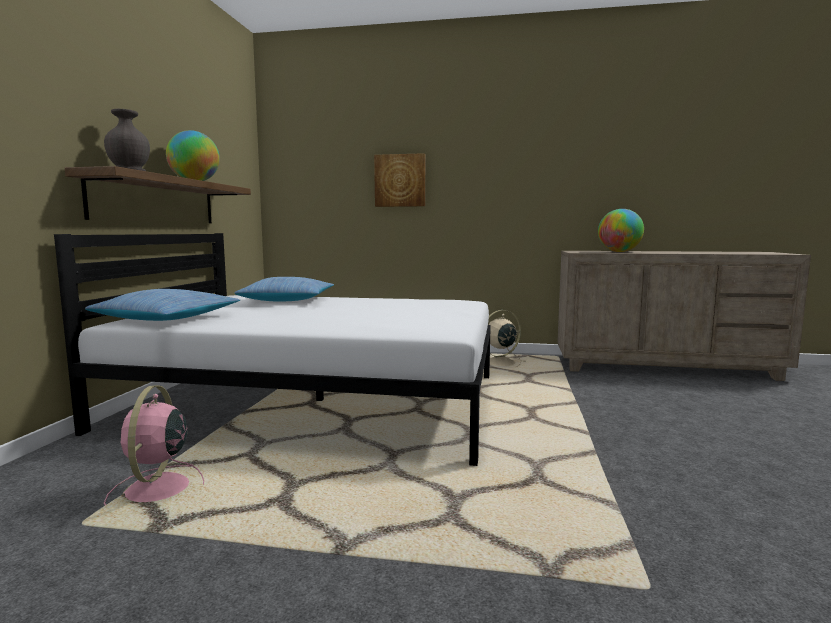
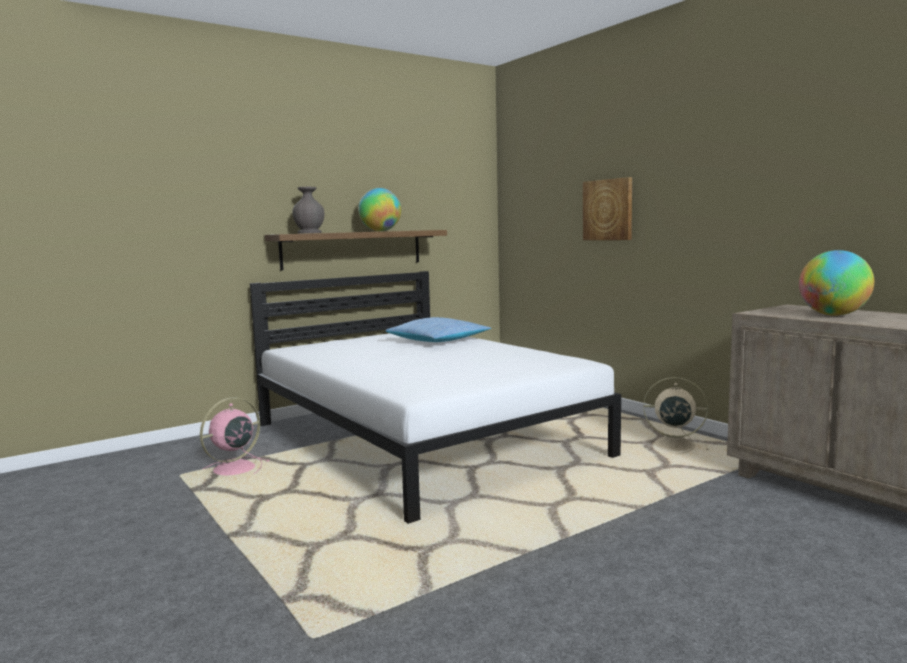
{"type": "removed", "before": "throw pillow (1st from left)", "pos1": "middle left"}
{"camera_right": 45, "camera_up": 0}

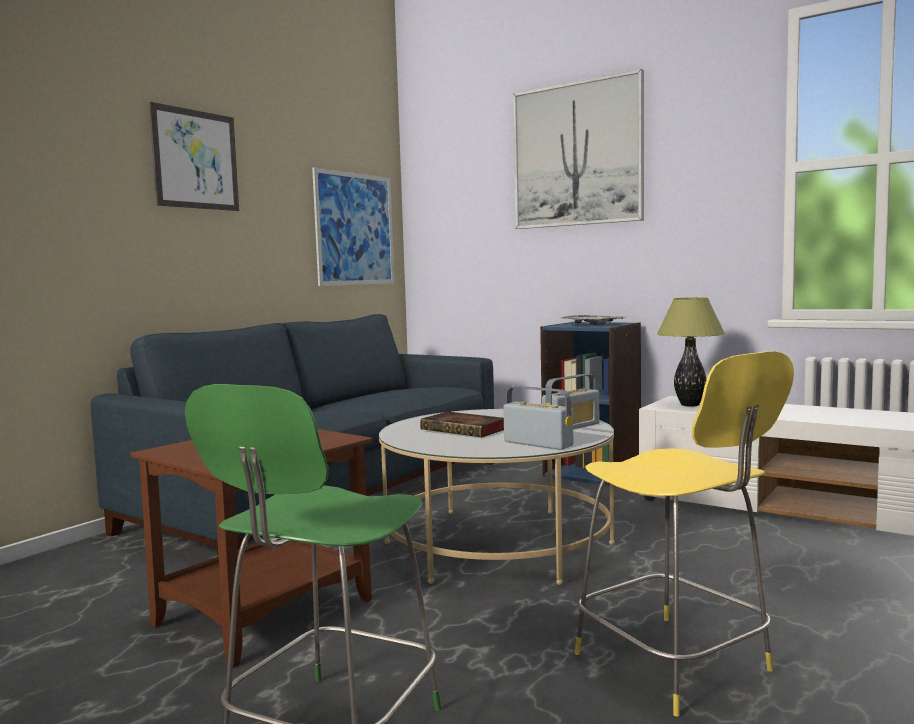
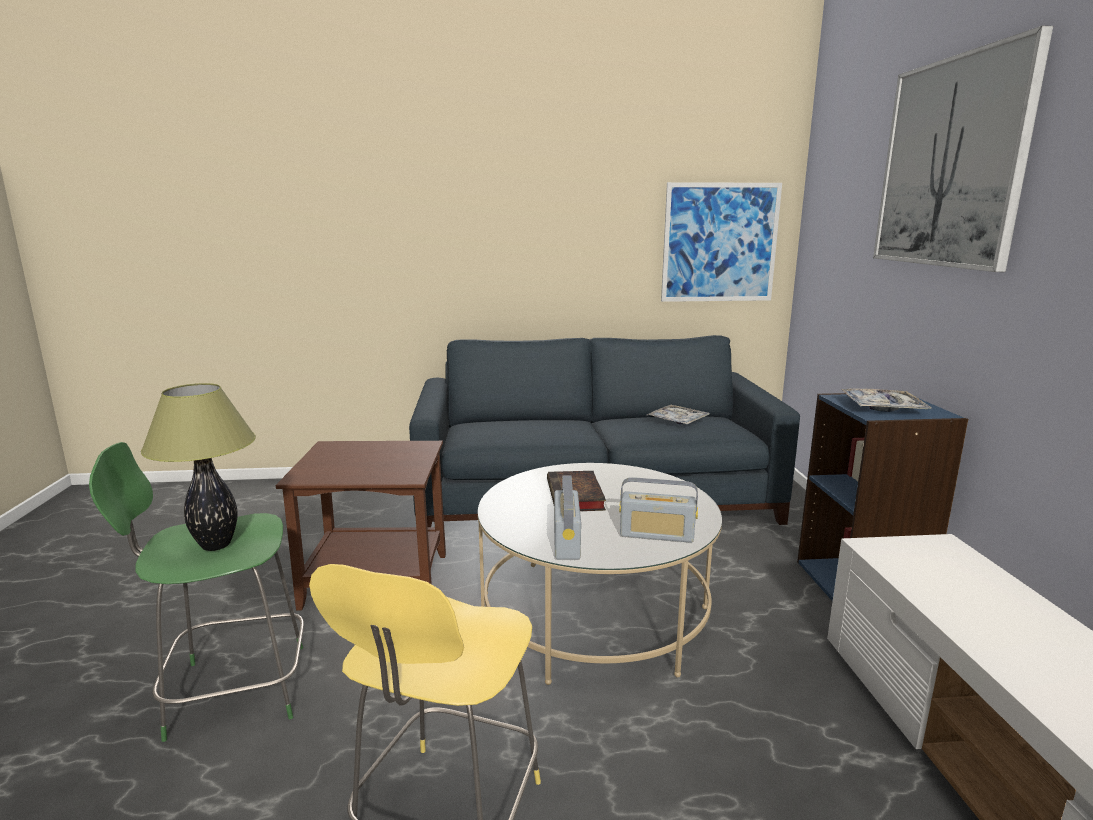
{"type": "removed", "before": "picture (1st from left)", "pos1": "top left"}
{"type": "moved", "before": "table lamp", "pos1": "middle right", "pos2": "middle left"}
{"type": "added", "after": "tray (1st from left)", "pos2": "centre"}
{"camera_right": 50, "camera_up": 10}

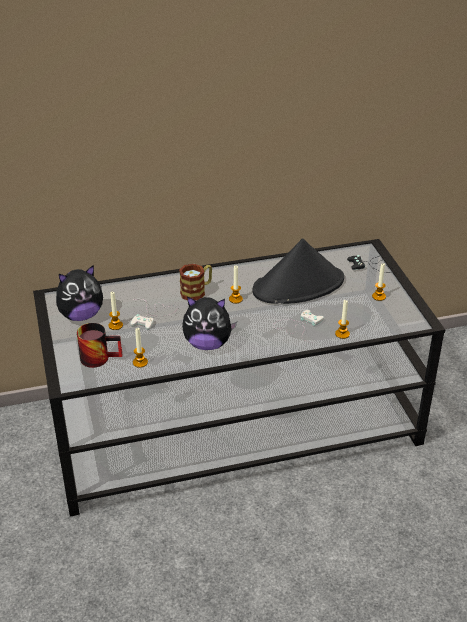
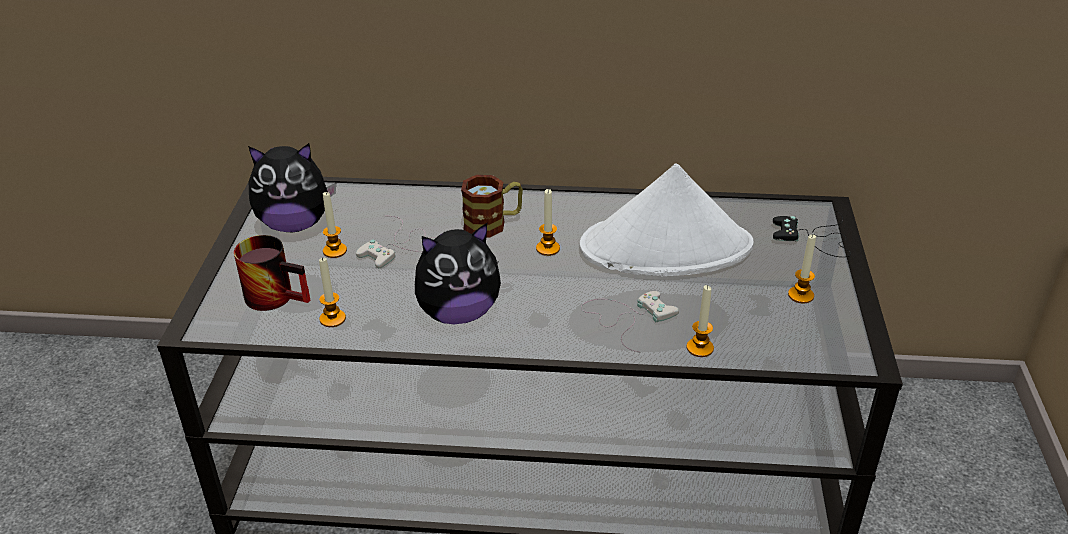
{"type": "turned", "before": "soft toy (2nd from left)", "pos1": "centre", "pos2": "centre", "turn": -45}
{"type": "recoloured", "before": "blackish clothing hat", "after": "whitish clothing hat", "pos1": "centre", "pos2": "centre"}
{"camera_right": 20, "camera_up": 0}

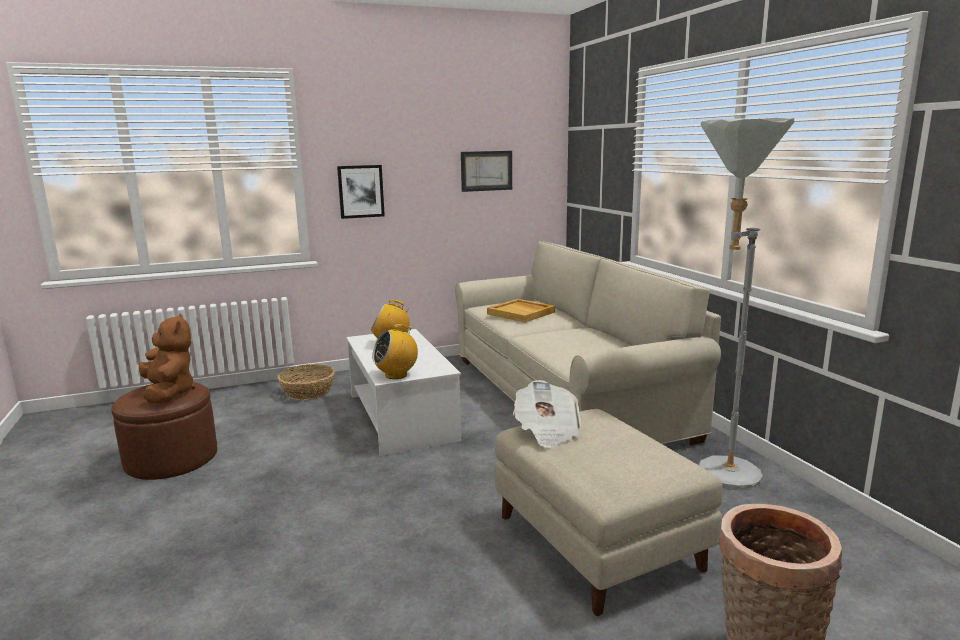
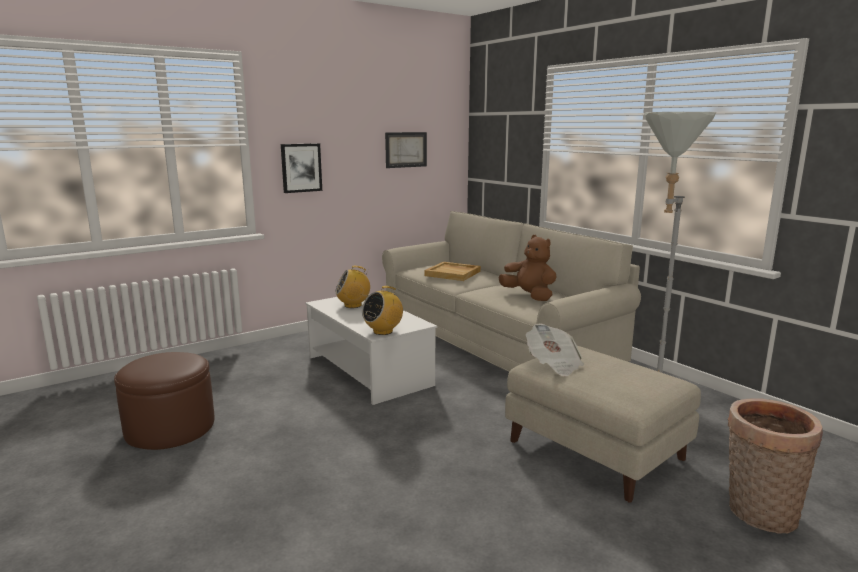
{"type": "moved", "before": "brownish soft toy", "pos1": "middle left", "pos2": "centre"}
{"type": "removed", "before": "household basket (1st from left)", "pos1": "middle left"}
{"camera_right": -15, "camera_up": 0}

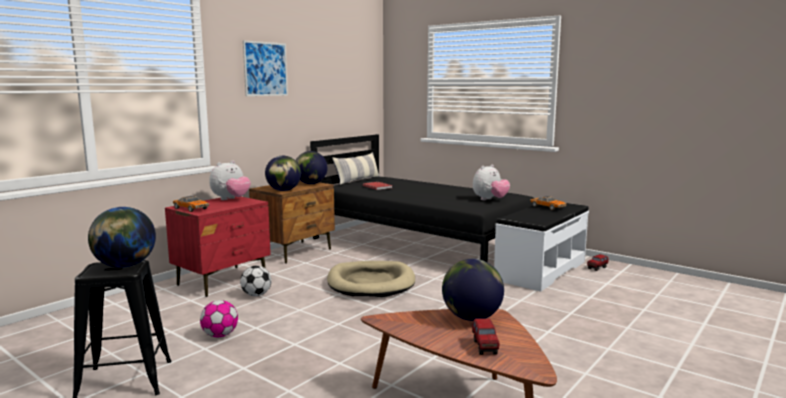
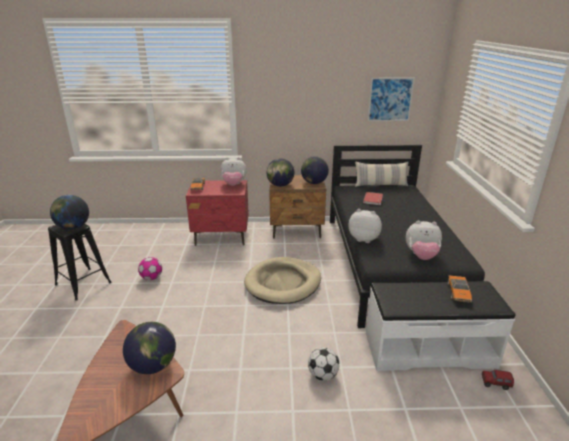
{"type": "moved", "before": "ball for football (2nd from left)", "pos1": "bottom left", "pos2": "bottom centre"}
{"type": "moved", "before": "picture", "pos1": "top centre", "pos2": "top right"}
{"type": "removed", "before": "model truck (1st from left)", "pos1": "bottom centre"}
{"type": "added", "after": "soft toy (2nd from left)", "pos2": "centre"}
{"camera_right": 50, "camera_up": 15}

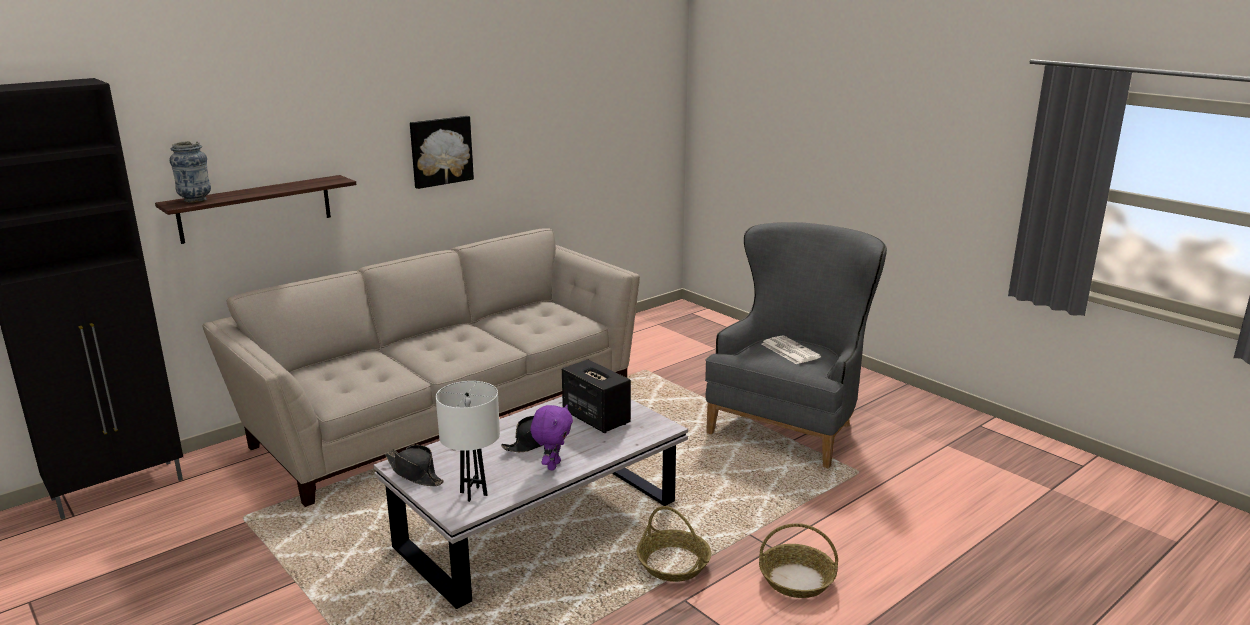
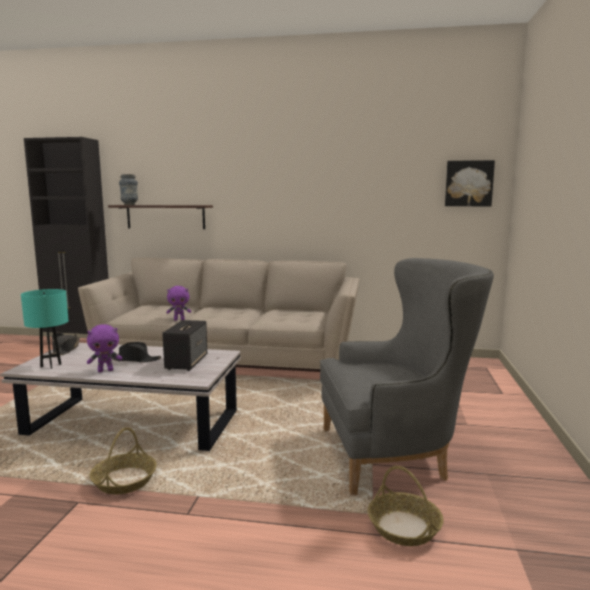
{"type": "moved", "before": "picture", "pos1": "top centre", "pos2": "top right"}
{"type": "recoloured", "before": "whitish table lamp", "after": "blue-green table lamp", "pos1": "bottom centre", "pos2": "middle left"}
{"type": "moved", "before": "household basket (2nd from left)", "pos1": "bottom centre", "pos2": "bottom right"}
{"type": "removed", "before": "daily paper", "pos1": "centre"}
{"type": "added", "after": "purplish soft toy (2nd from left)", "pos2": "middle left"}
{"camera_right": 50, "camera_up": -10}

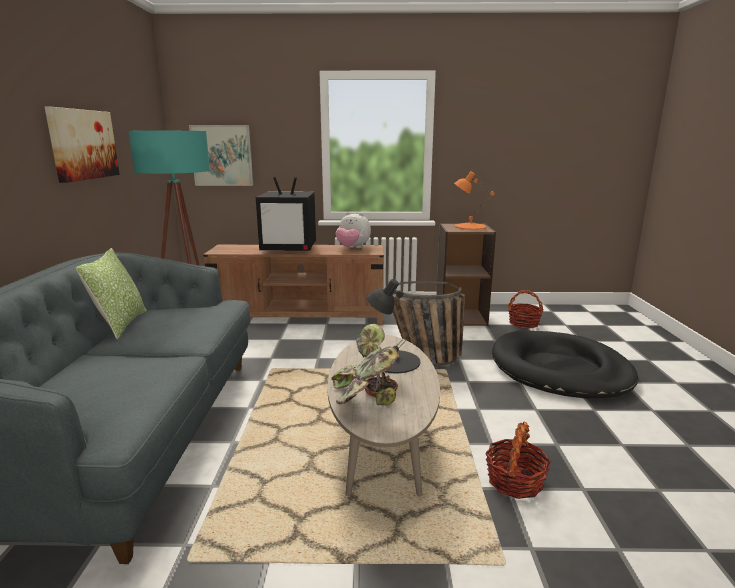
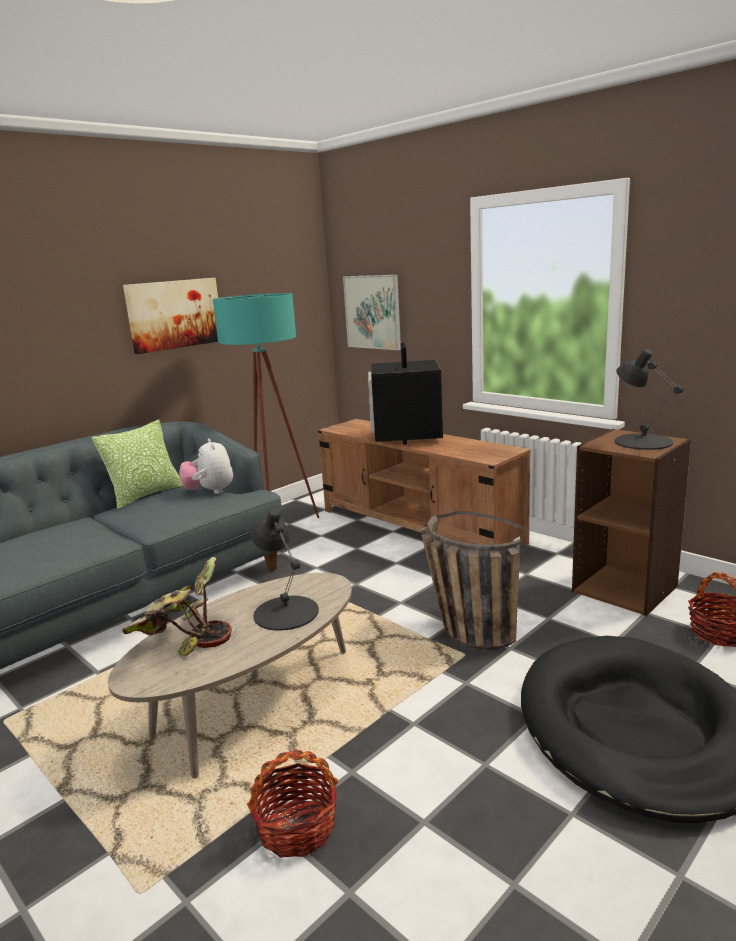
{"type": "turned", "before": "TV set", "pos1": "centre", "pos2": "centre", "turn": 45}
{"type": "moved", "before": "soft toy", "pos1": "centre", "pos2": "middle left"}
{"type": "recoloured", "before": "orange table lamp", "after": "blackish table lamp (2nd from left)", "pos1": "centre", "pos2": "middle right"}
{"camera_right": 45, "camera_up": 0}

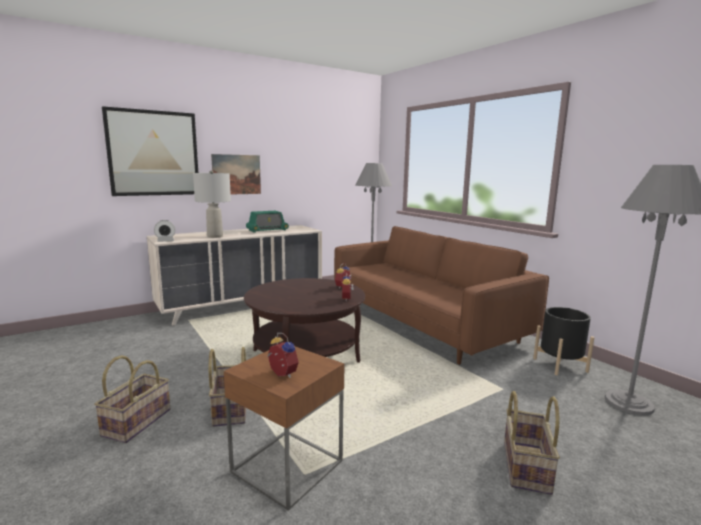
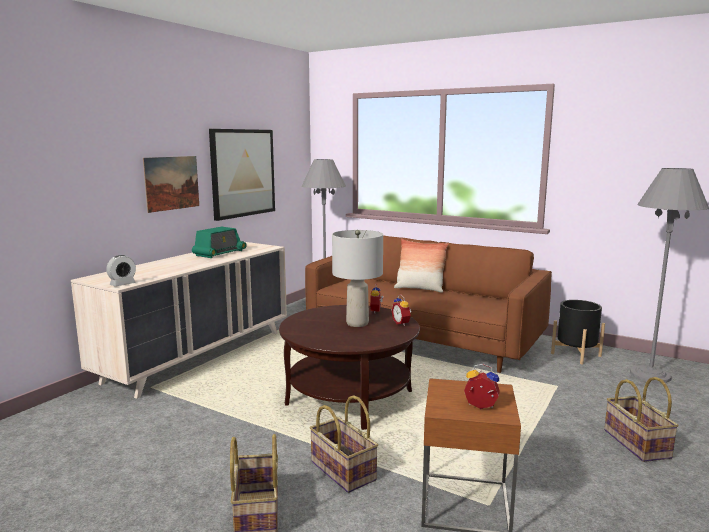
{"type": "moved", "before": "picture (1st from left in the first image)", "after": "picture (2nd from left)", "pos1": "top left", "pos2": "top centre"}
{"type": "moved", "before": "gray table lamp", "pos1": "middle left", "pos2": "centre"}
{"type": "added", "after": "throw pillow", "pos2": "centre"}
{"camera_right": -25, "camera_up": 0}

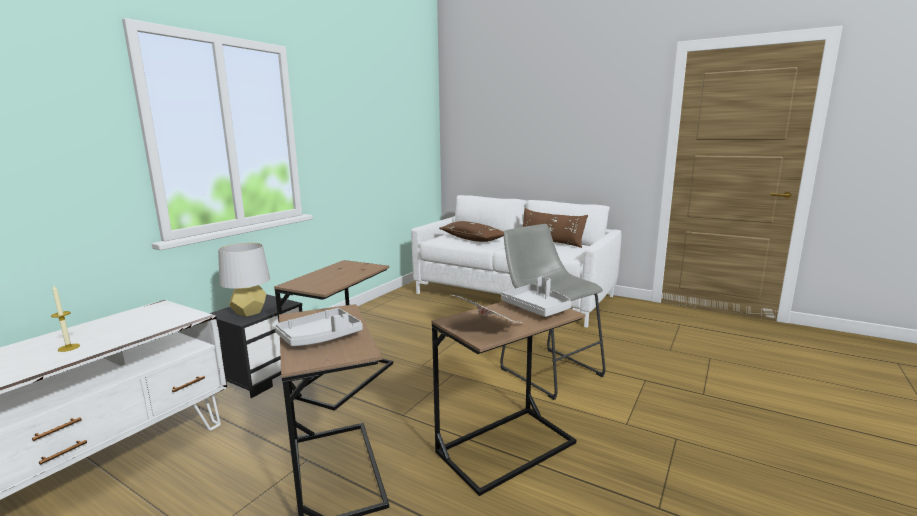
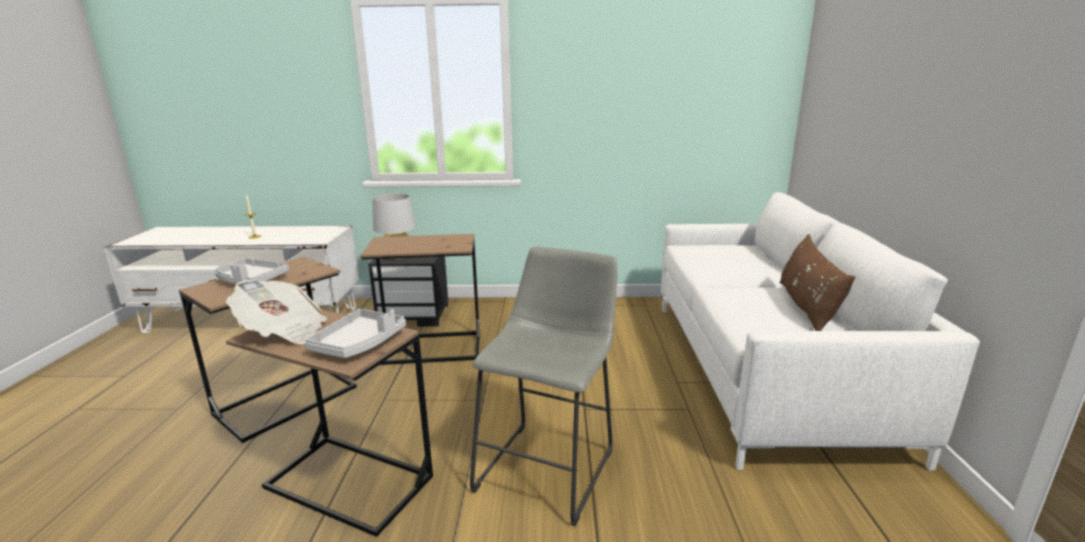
{"type": "removed", "before": "brownish throw pillow (1st from left)", "pos1": "centre"}
{"camera_right": 60, "camera_up": 5}

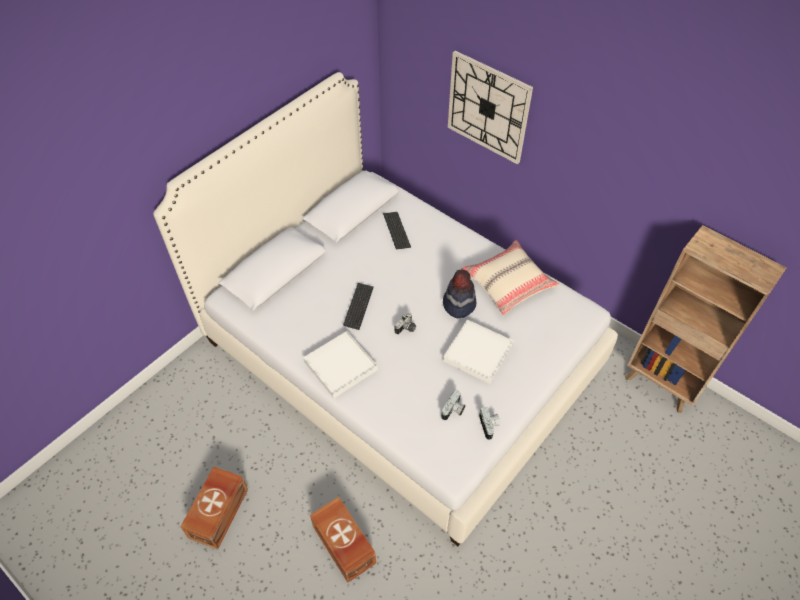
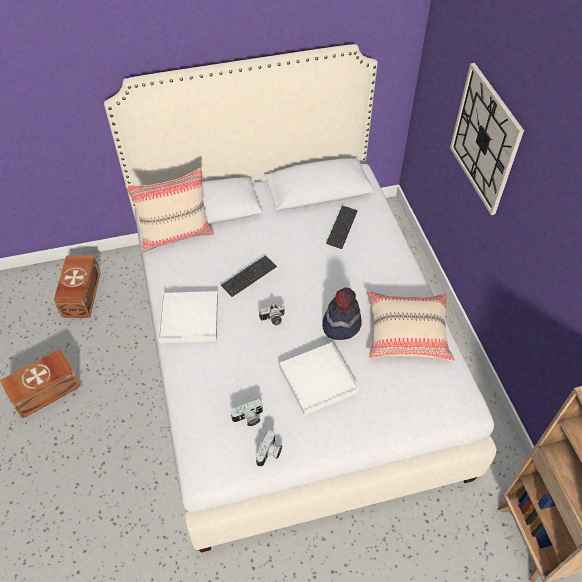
{"type": "moved", "before": "brownish storage box (2nd from left)", "pos1": "bottom centre", "pos2": "middle left"}
{"type": "added", "after": "beige throw pillow (1st from left)", "pos2": "middle left"}
{"camera_right": 35, "camera_up": 0}

